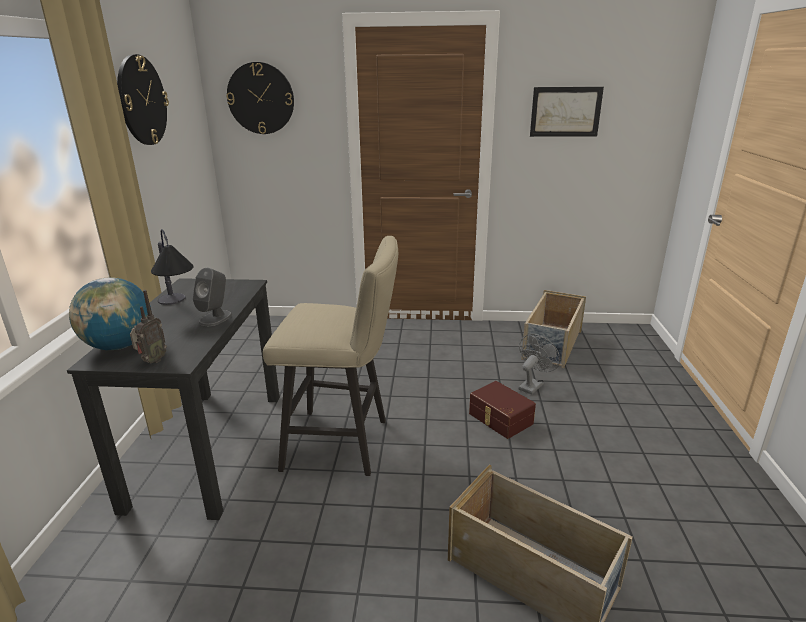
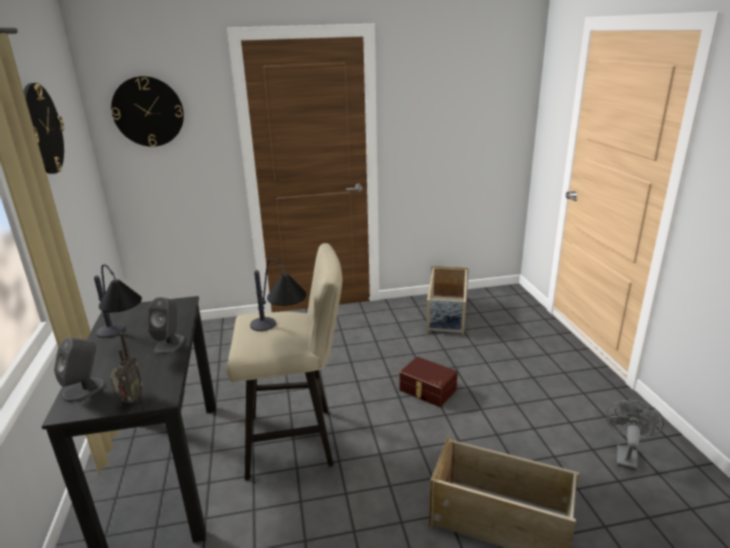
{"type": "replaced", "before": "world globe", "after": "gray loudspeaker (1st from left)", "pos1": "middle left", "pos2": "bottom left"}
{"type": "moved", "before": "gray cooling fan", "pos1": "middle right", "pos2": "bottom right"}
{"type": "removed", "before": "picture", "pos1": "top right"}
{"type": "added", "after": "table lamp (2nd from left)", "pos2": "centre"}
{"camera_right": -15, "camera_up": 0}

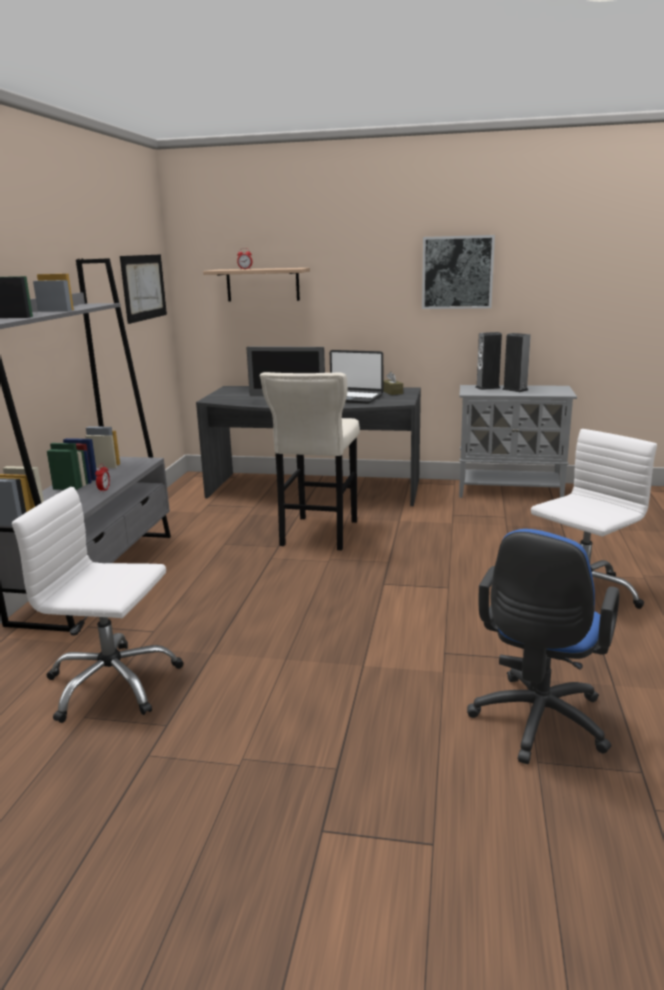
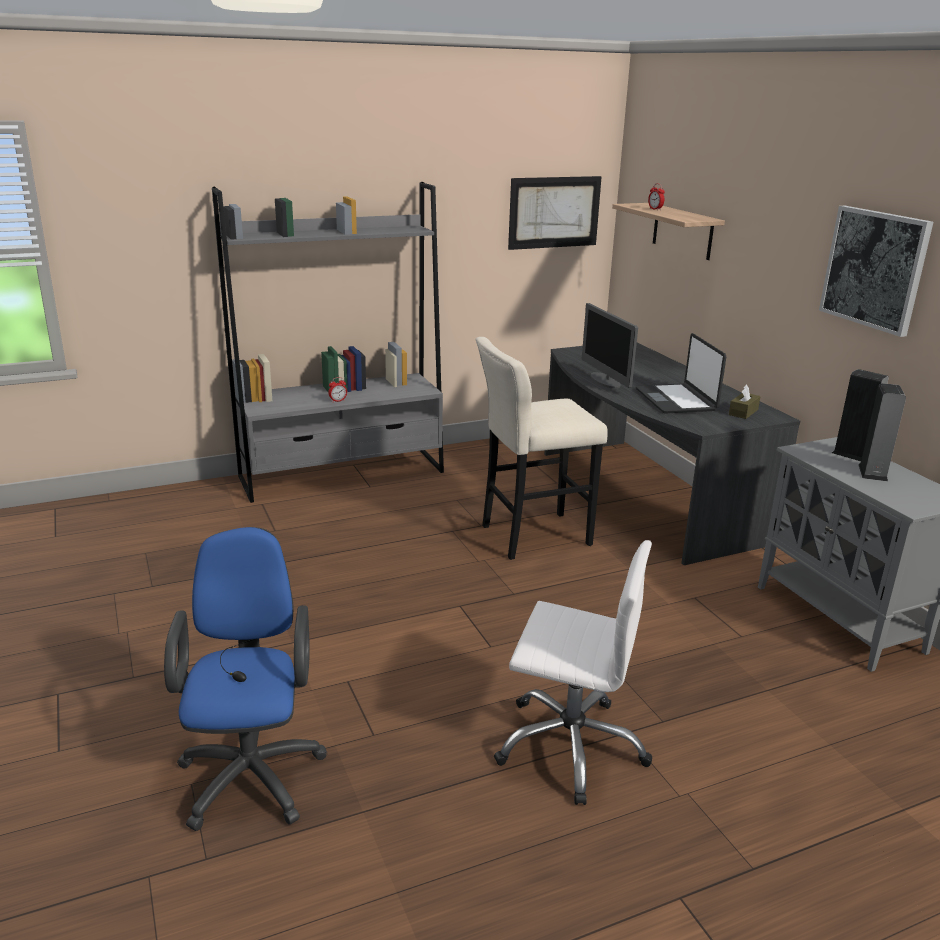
{"type": "removed", "before": "whitish computer chair (1st from left)", "pos1": "middle left"}
{"type": "turned", "before": "bluish computer chair", "pos1": "middle right", "pos2": "bottom left", "turn": 90}
{"camera_right": 55, "camera_up": 5}

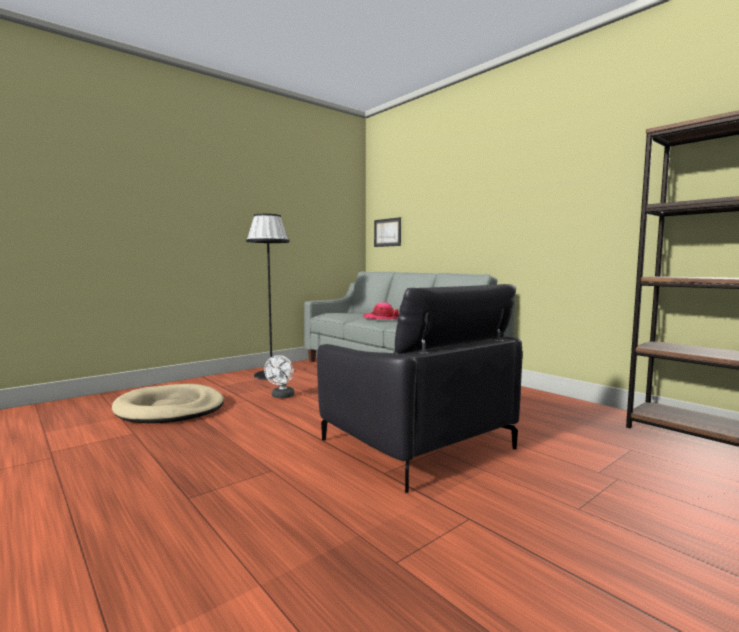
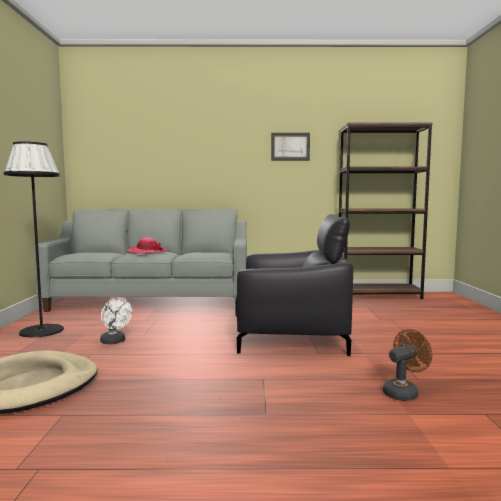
{"type": "moved", "before": "picture", "pos1": "centre", "pos2": "top centre"}
{"type": "added", "after": "brownish cooling fan", "pos2": "bottom right"}
{"camera_right": -50, "camera_up": 0}

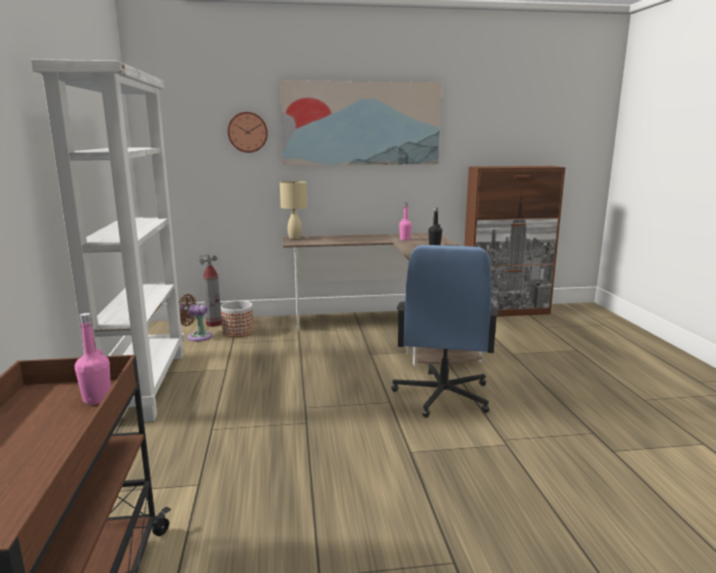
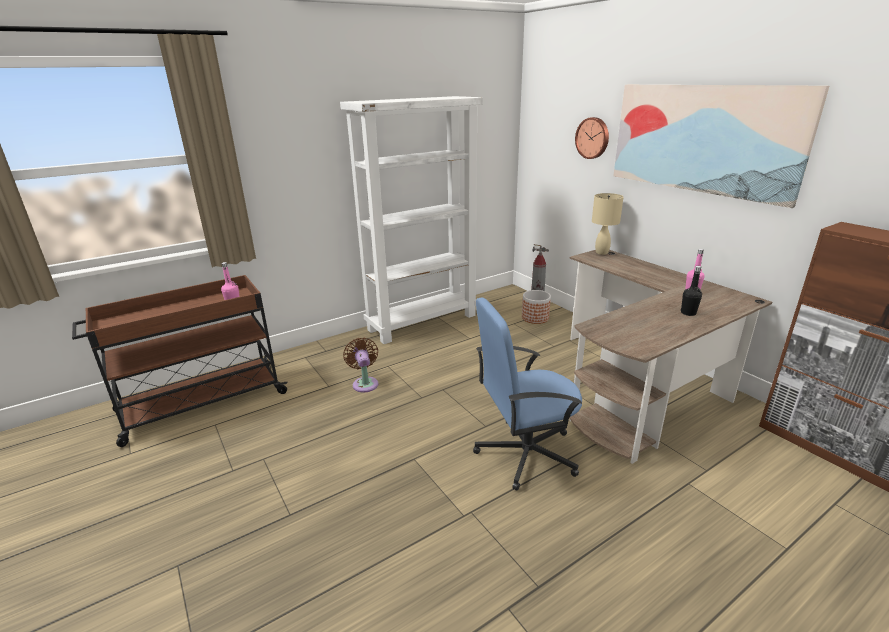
{"type": "moved", "before": "brownish cooling fan", "pos1": "middle left", "pos2": "centre"}
{"camera_right": 65, "camera_up": 10}

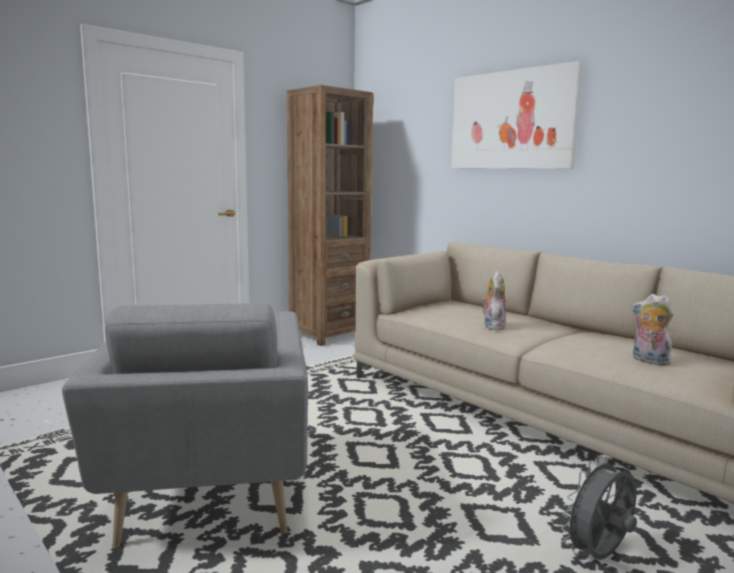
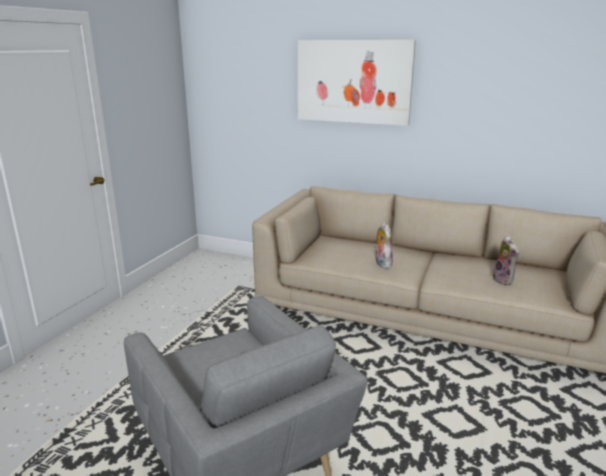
{"type": "removed", "before": "brownish bookshelf", "pos1": "centre"}
{"type": "removed", "before": "gray cooling fan", "pos1": "bottom right"}
{"type": "turned", "before": "soft toy (2nd from left)", "pos1": "middle right", "pos2": "middle right", "turn": -120}
{"camera_right": -25, "camera_up": 10}

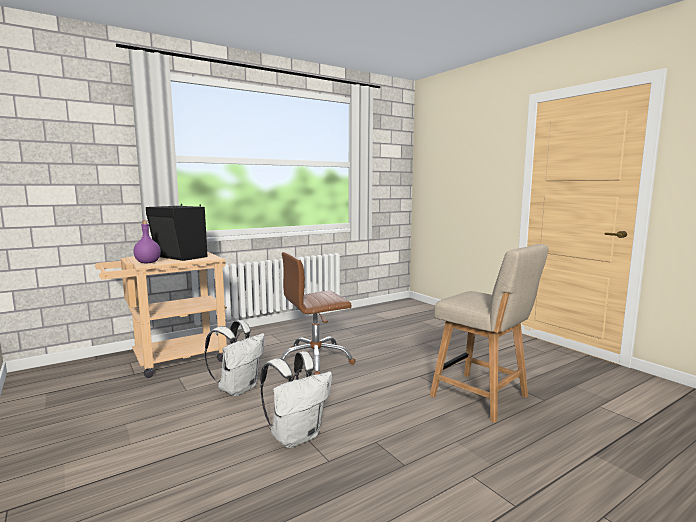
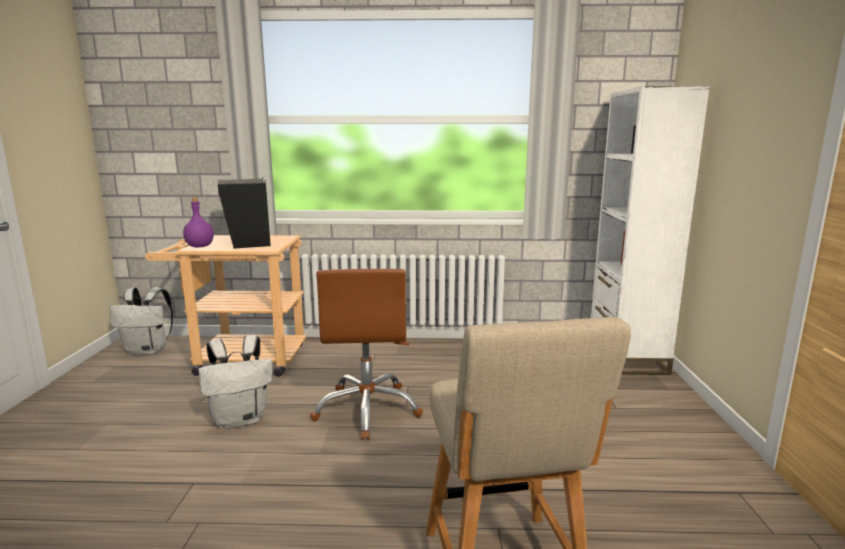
{"type": "moved", "before": "whitish rucksack (2nd from left in the first image)", "after": "whitish rucksack (1st from left)", "pos1": "bottom centre", "pos2": "middle left"}
{"type": "turned", "before": "brownish computer chair", "pos1": "centre", "pos2": "centre", "turn": -105}
{"type": "added", "after": "whitish bookshelf", "pos2": "middle right"}
{"camera_right": 35, "camera_up": 5}

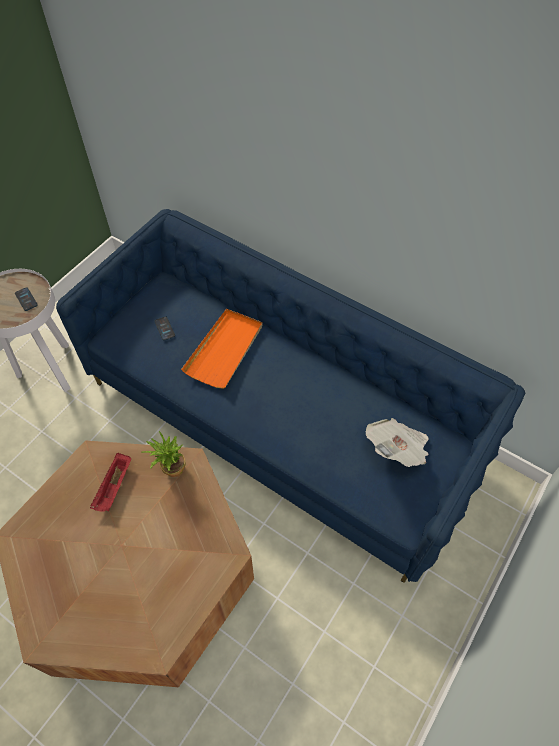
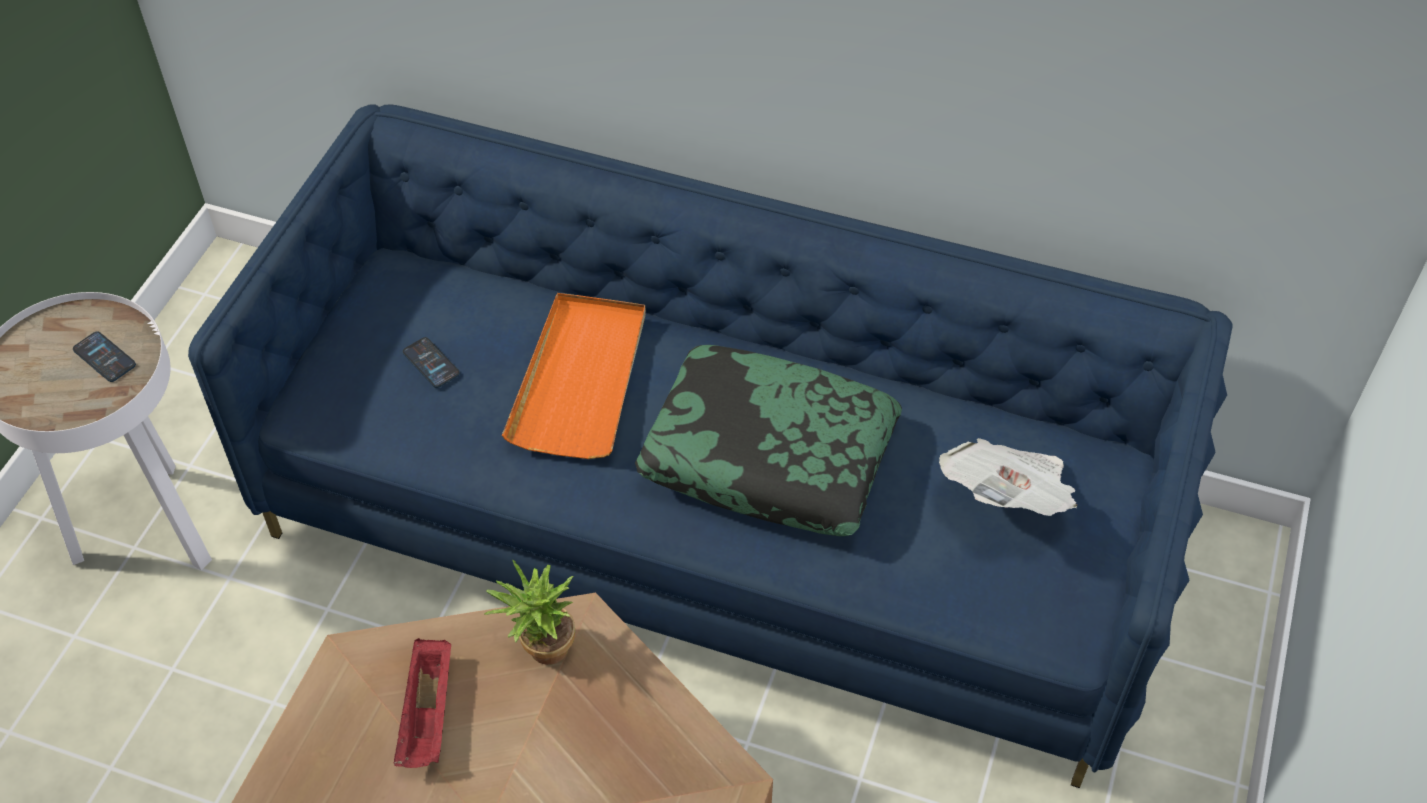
{"type": "added", "after": "throw pillow", "pos2": "centre"}
{"camera_right": -15, "camera_up": -5}

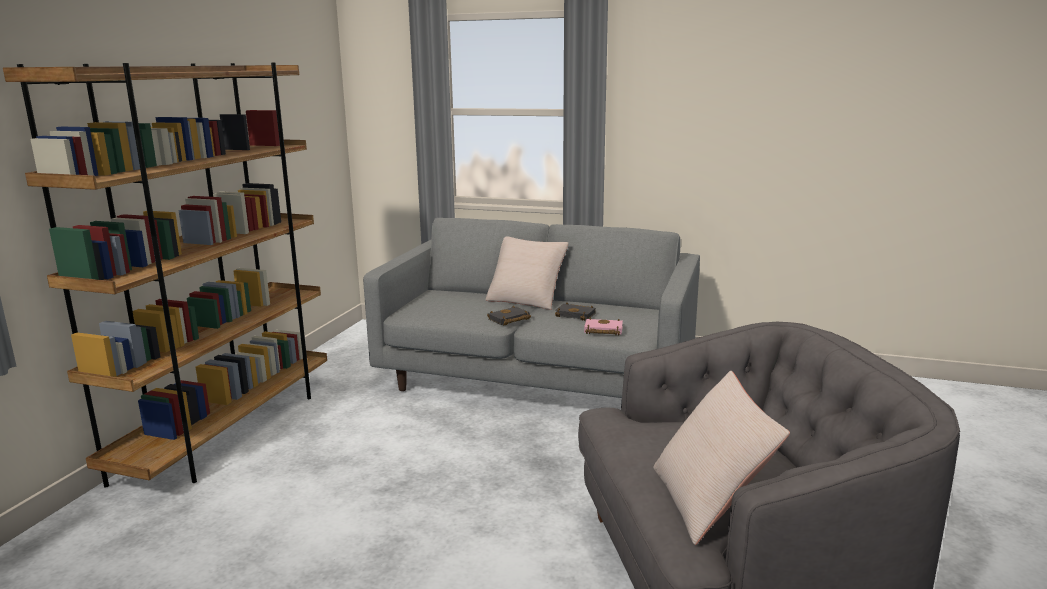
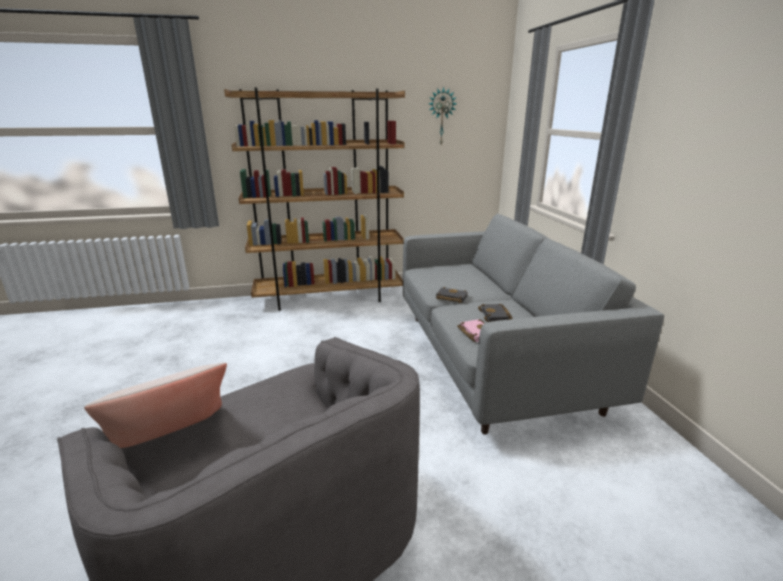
{"type": "removed", "before": "beige throw pillow (1st from left)", "pos1": "centre"}
{"type": "added", "after": "clock on the wall", "pos2": "top centre"}
{"camera_right": 60, "camera_up": 5}

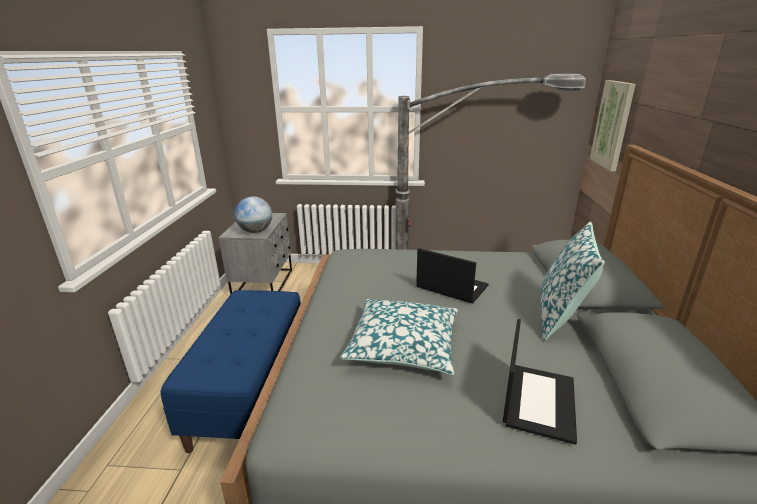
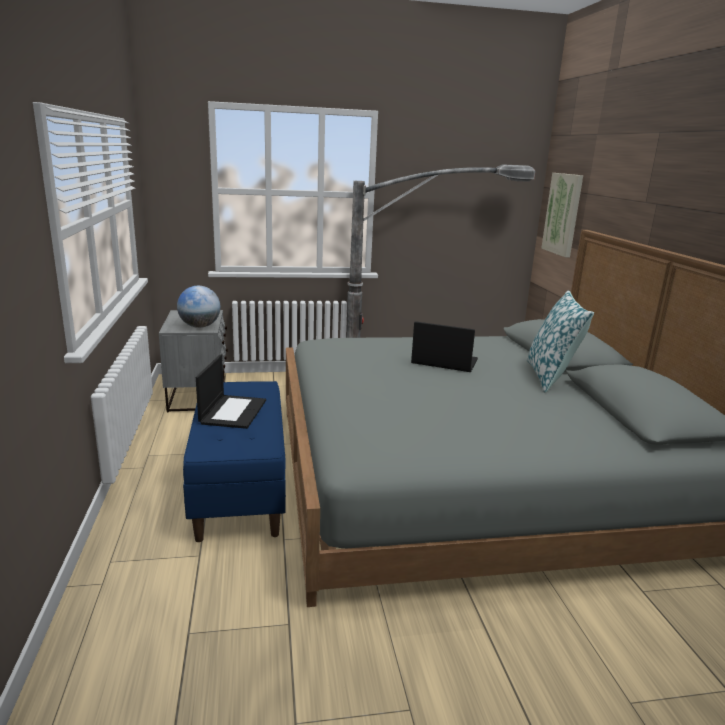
{"type": "removed", "before": "throw pillow (1st from left)", "pos1": "bottom centre"}
{"type": "moved", "before": "portable computer (2nd from left in the first image)", "after": "portable computer (1st from left)", "pos1": "bottom right", "pos2": "middle left"}
{"camera_right": -15, "camera_up": -5}

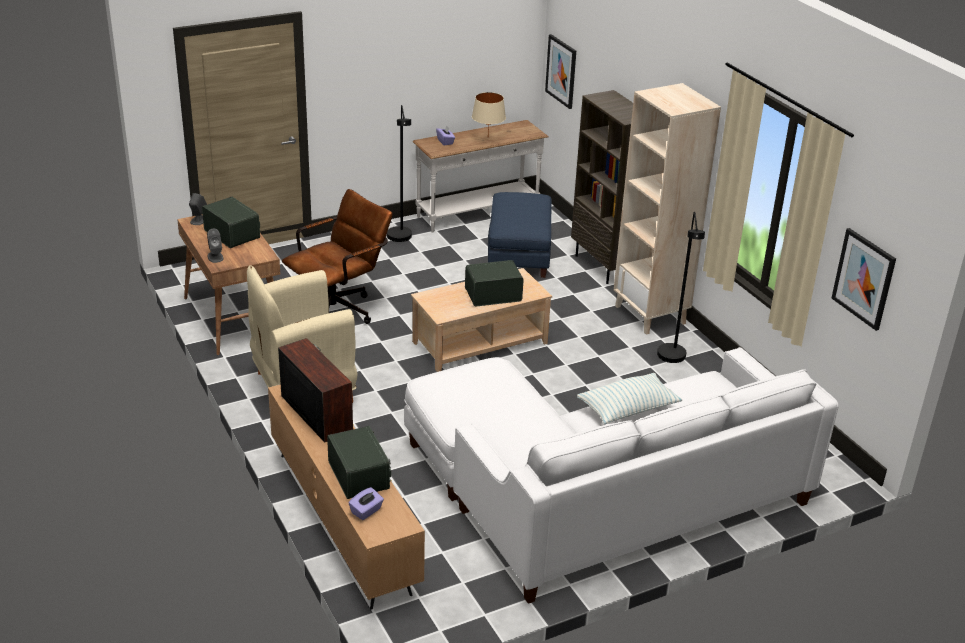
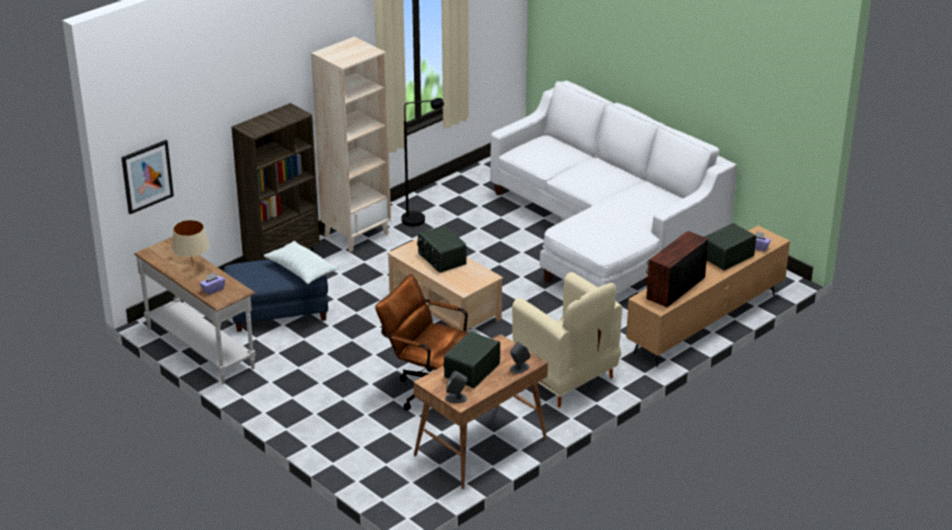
{"type": "removed", "before": "blackish standing lamp (1st from left)", "pos1": "top centre"}
{"type": "moved", "before": "throw pillow", "pos1": "centre", "pos2": "middle left"}
{"type": "removed", "before": "picture (2nd from left)", "pos1": "middle right"}
{"camera_right": -105, "camera_up": 0}

